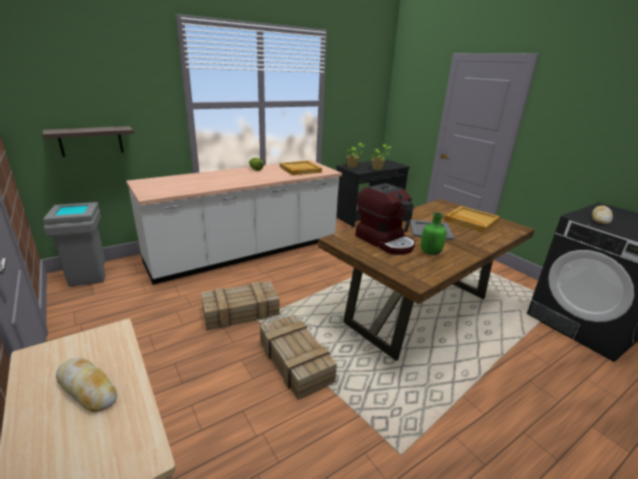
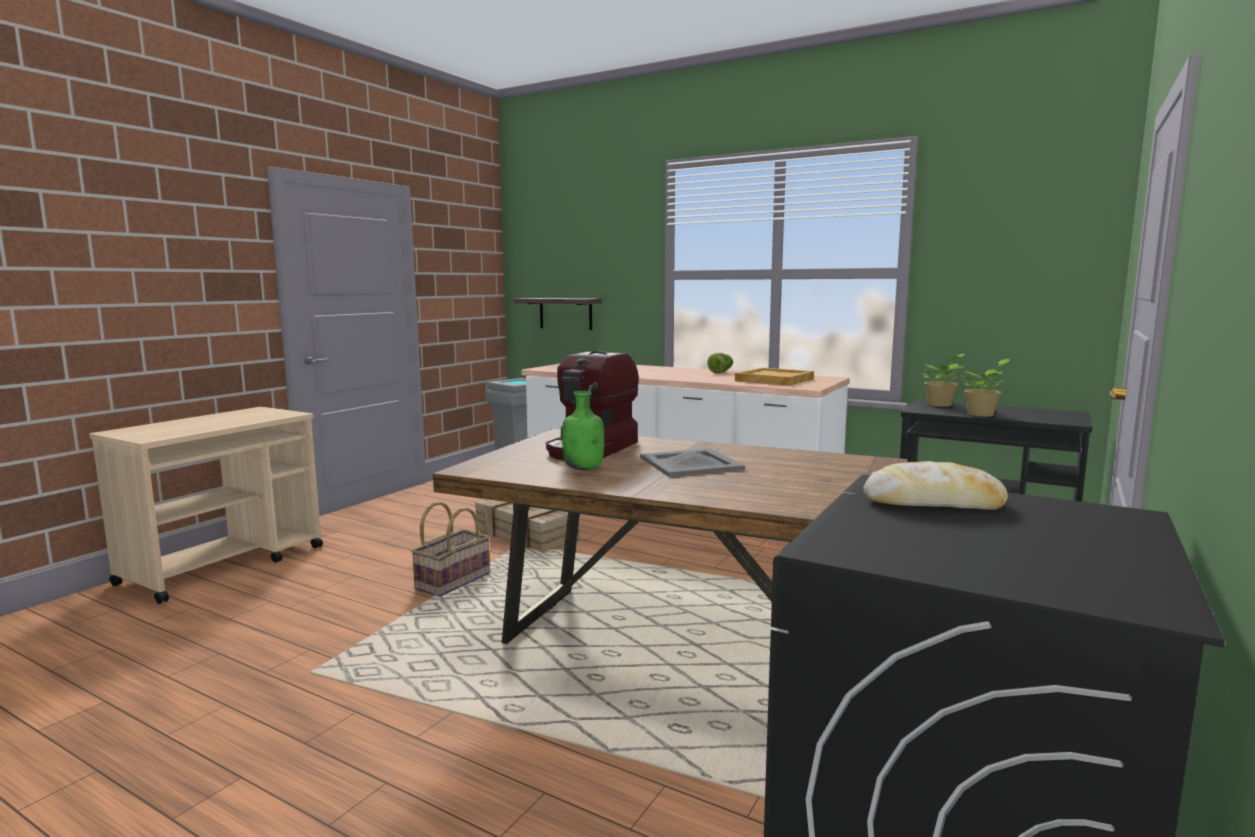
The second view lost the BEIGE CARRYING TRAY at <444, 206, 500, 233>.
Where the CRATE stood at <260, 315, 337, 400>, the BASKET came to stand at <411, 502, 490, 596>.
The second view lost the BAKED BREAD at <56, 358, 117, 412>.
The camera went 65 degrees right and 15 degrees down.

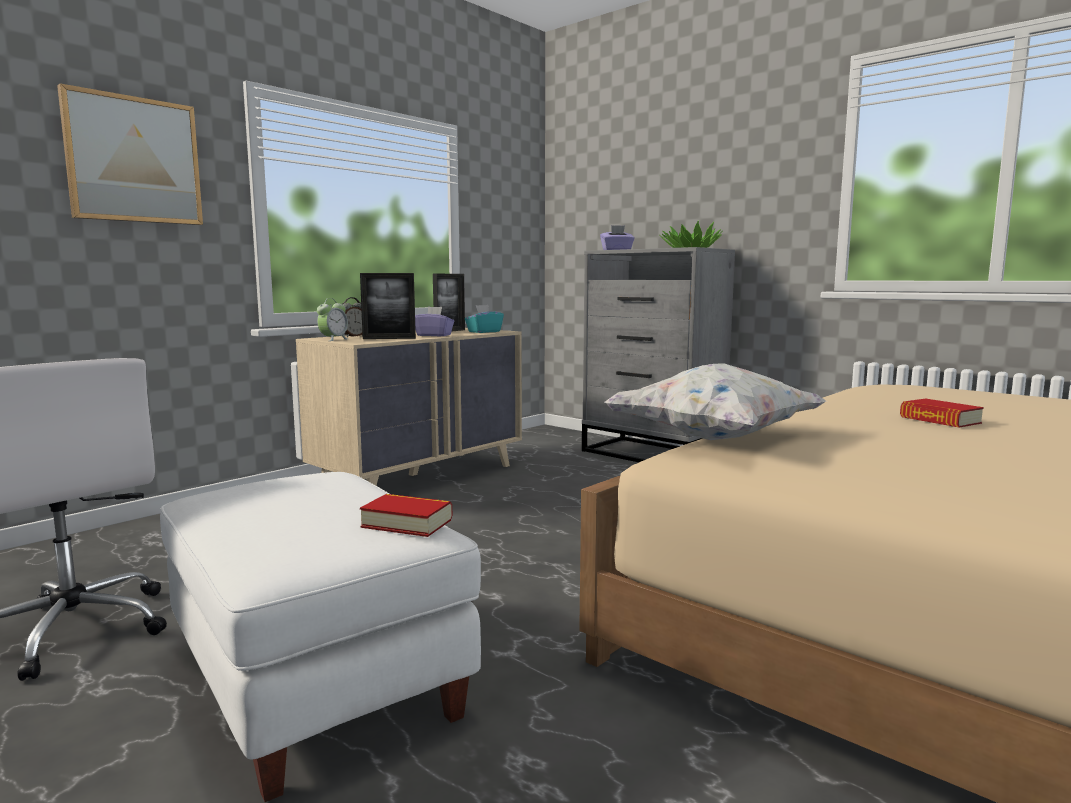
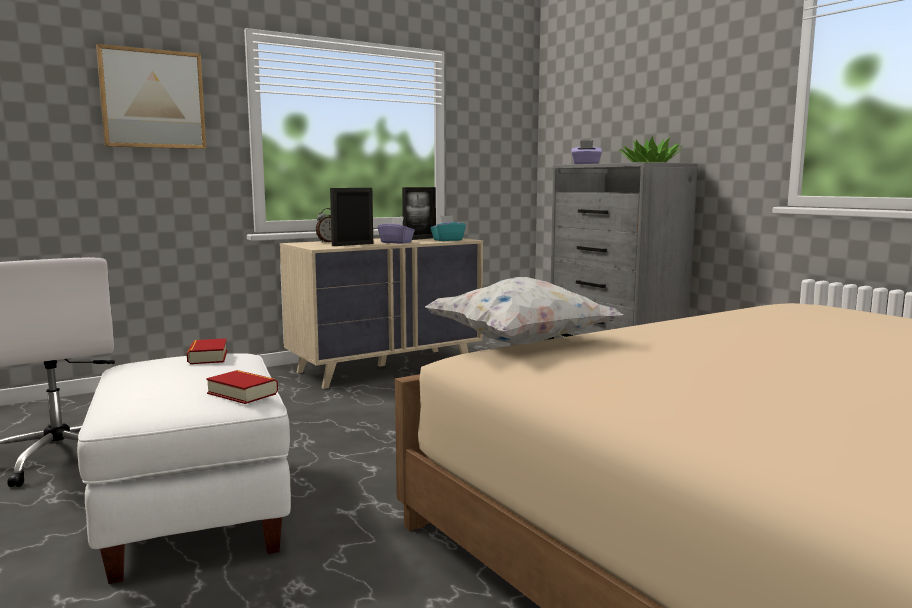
The PICTURE FRAME at <360, 273, 416, 339> ended up facing another way, 135 degrees clockwise from before.
The second view lost the TABLE CLOCK at <317, 298, 348, 341>.
The BOOK ended up elsewhere, having gone from <900, 398, 984, 428> to <187, 338, 227, 364>.
The camera went 15 degrees right and 0 degrees up.

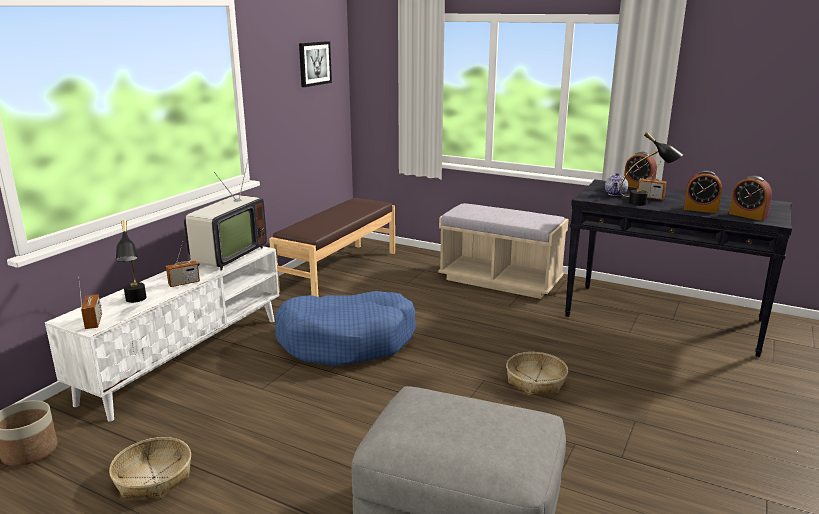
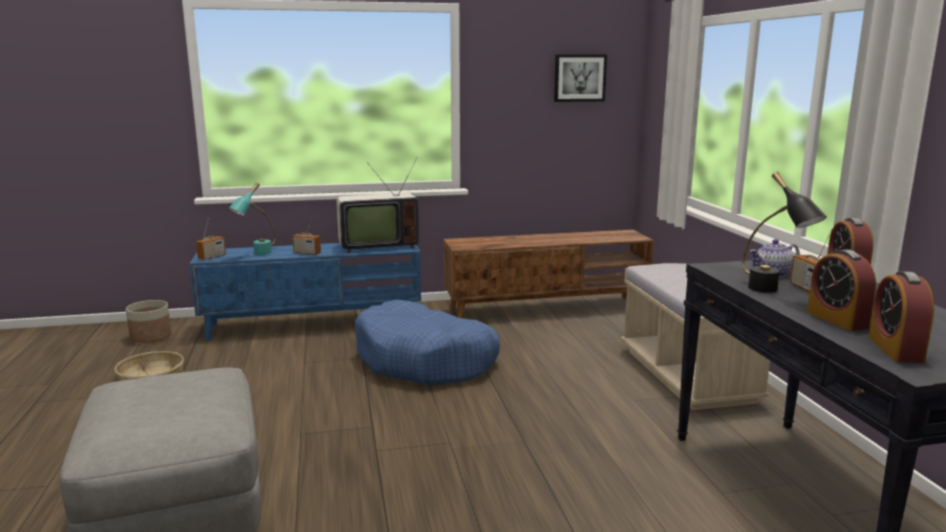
Where the BROWN INDOOR BENCH stood at <269, 198, 395, 297>, the BROWN MEDIA CONSOLE came to stand at <444, 230, 654, 318>.
What was the BLACK-COLOURED LAMP FOR A TABLE at <116, 220, 147, 303> turned into the TURQUOISE-COLOURED LAMP FOR A TABLE at <228, 183, 276, 255>.
What was the WHITE-COLOURED MEDIA CONSOLE at <45, 246, 279, 422> turned into the BLUE-COLOURED MEDIA CONSOLE at <189, 243, 421, 341>.
The second view lost the BASKET at <506, 352, 568, 395>.
The camera went 50 degrees right and 5 degrees down.

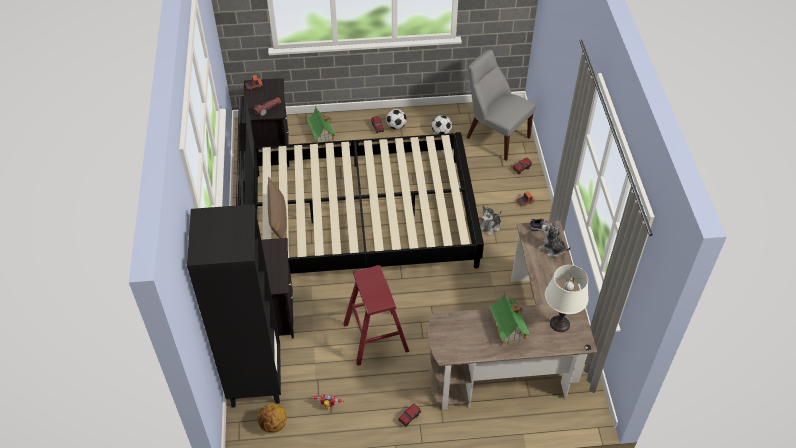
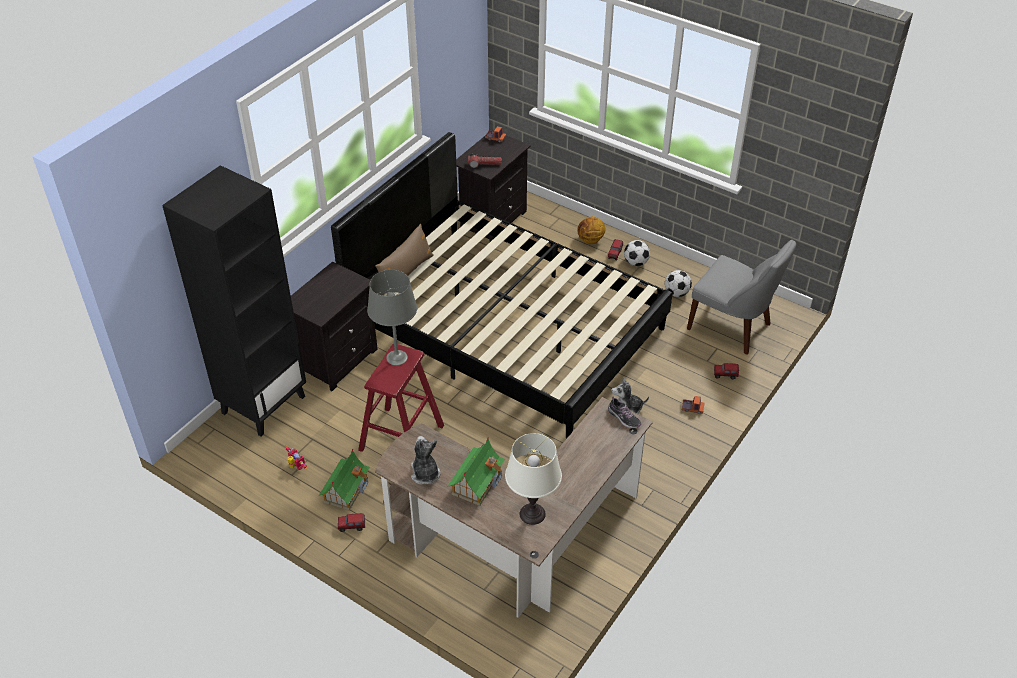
The GRAY PLAIN CHAIR at <466, 50, 536, 161> ended up facing another way, 135 degrees clockwise from before.
The MODEL HOUSE ended up elsewhere, having gone from <306, 106, 336, 143> to <319, 449, 370, 510>.
The PLUSH TOY ended up elsewhere, having gone from <538, 221, 571, 257> to <411, 436, 440, 485>.
The BASKETBALL BALL ended up elsewhere, having gone from <257, 404, 287, 433> to <577, 216, 606, 244>.
The second view gained the GRAY LAMP FOR A TABLE at <367, 270, 417, 365>.
The camera went 40 degrees right and 5 degrees down.

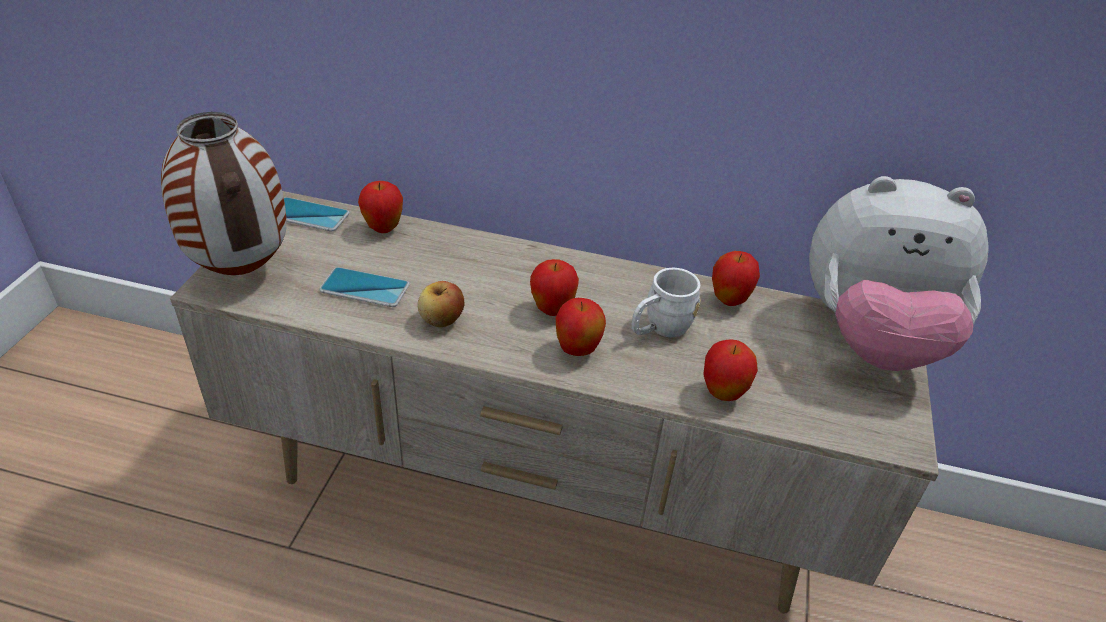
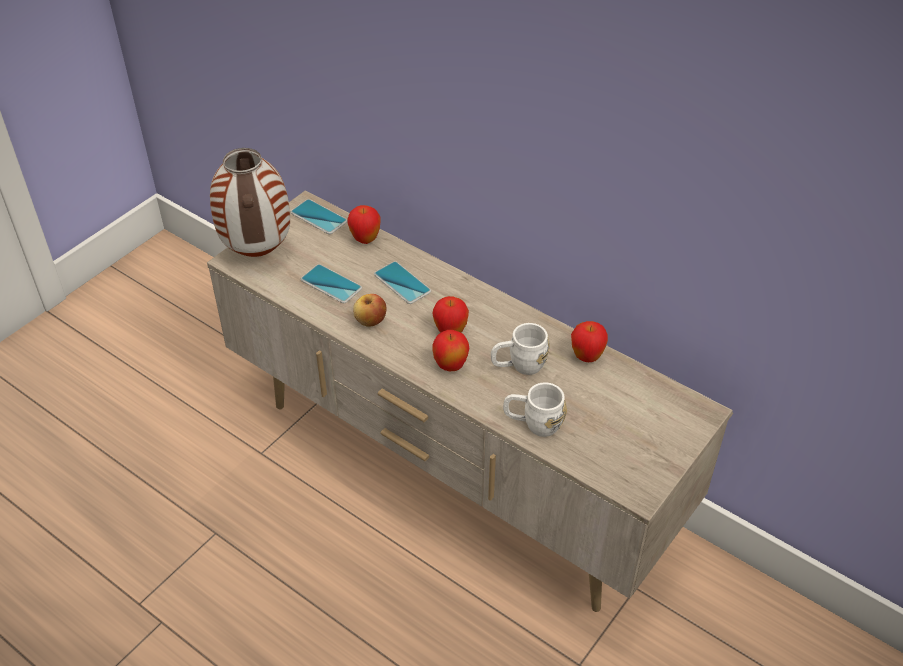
The second view lost the PLUSH TOY at <809, 176, 989, 371>.
Where the WHOLE APPLE stood at <703, 339, 758, 401>, the WHITE-COLOURED TEA MUG came to stand at <503, 382, 567, 437>.
The second view gained the HANDSET at <374, 261, 431, 304>.
The camera went 25 degrees right and 5 degrees up.

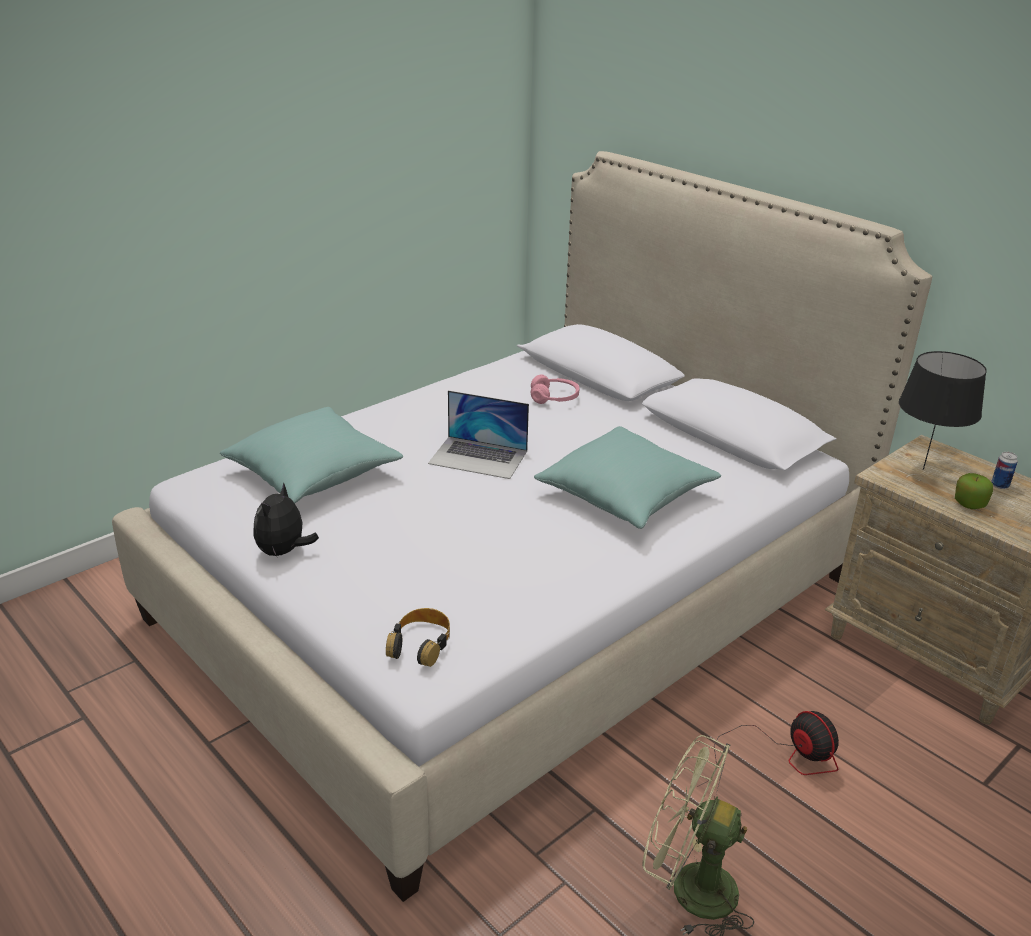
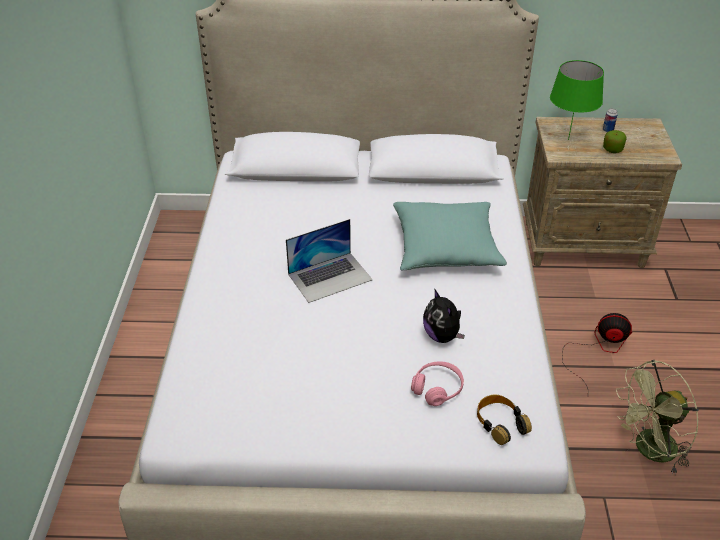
What was the BLACK-COLOURED LAMP FOR A TABLE at <899, 351, 987, 470> turned into the GREEN LAMP FOR A TABLE at <550, 60, 604, 140>.
The PINK-COLOURED HEADPHONES ended up elsewhere, having gone from <531, 374, 579, 404> to <411, 361, 464, 406>.
The second view lost the TURQUOISE-COLOURED PILLOW at <220, 407, 403, 503>.
The PLUSH TOY ended up elsewhere, having gone from <253, 482, 319, 557> to <423, 290, 465, 343>.
The camera went 45 degrees left and 10 degrees up.

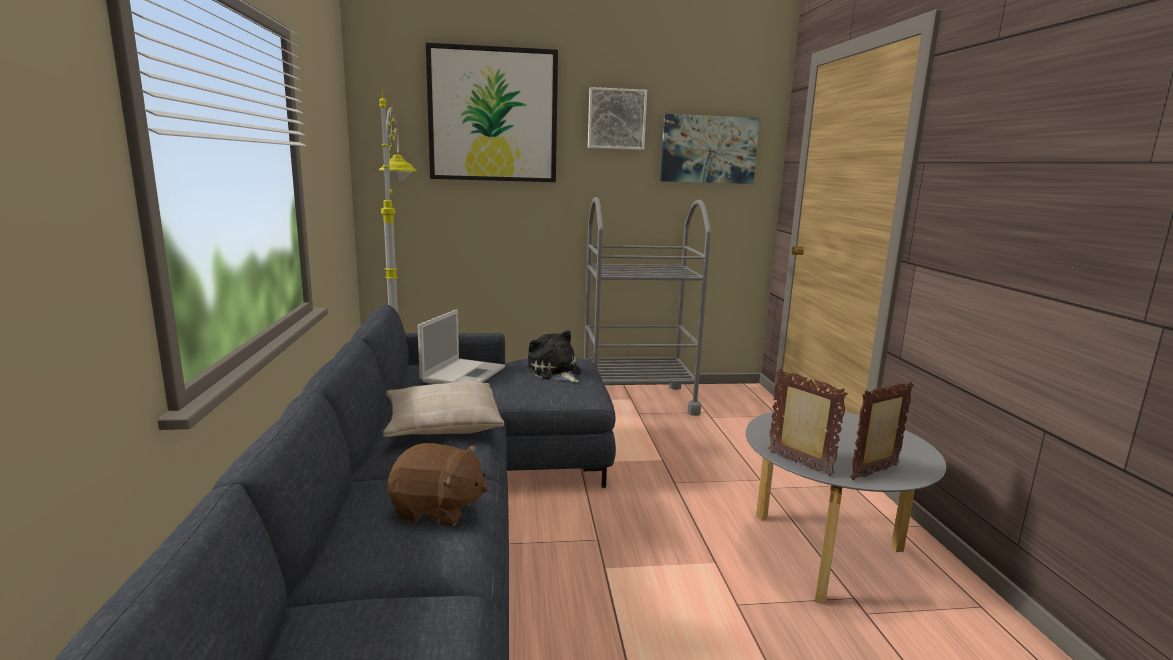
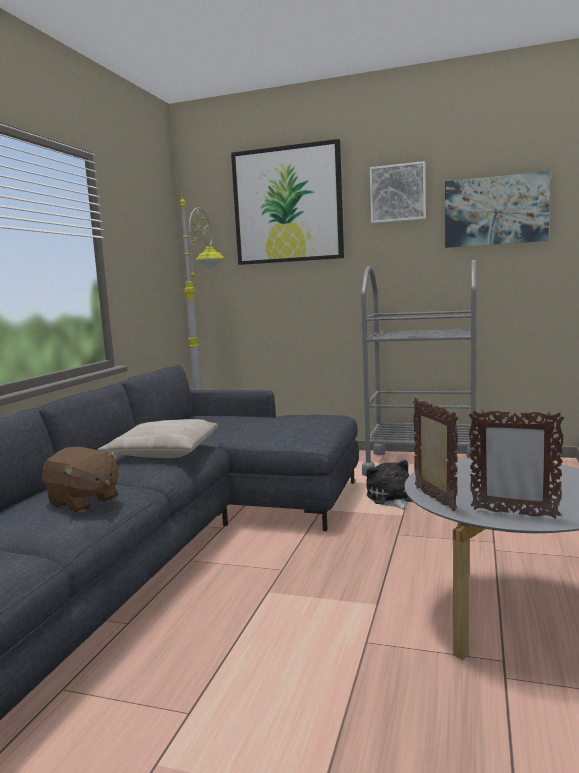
The second view lost the PORTABLE COMPUTER at <417, 309, 505, 384>.
The PLUSH TOY ended up elsewhere, having gone from <527, 330, 581, 383> to <366, 460, 412, 510>.
The PICTURE FRAME at <850, 381, 914, 480> ended up facing another way, 150 degrees counterclockwise from before.
The camera went 25 degrees right and 5 degrees down.

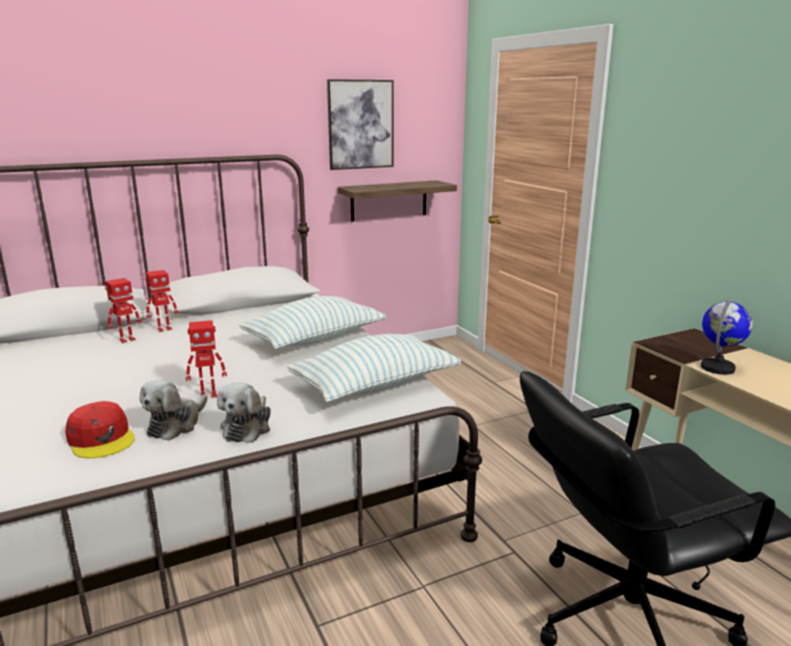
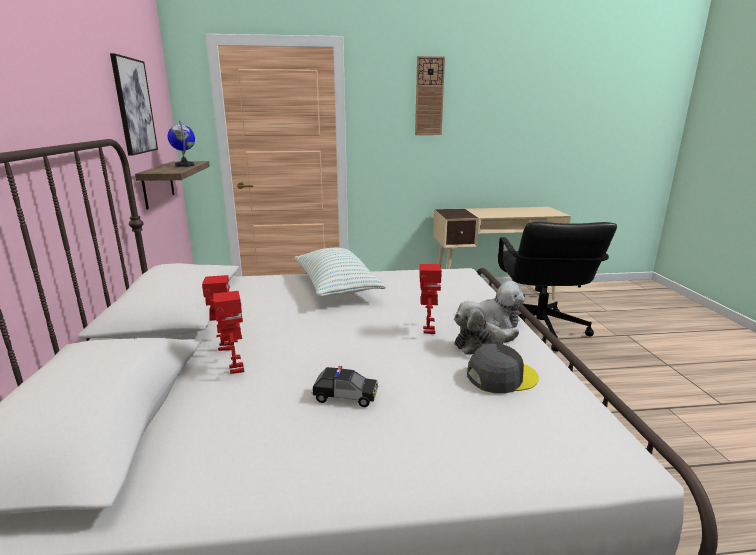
The GLOBE ended up elsewhere, having gone from <701, 299, 753, 375> to <168, 121, 195, 167>.
The second view lost the PILLOW at <287, 334, 461, 402>.
The PLUSH TOY at <140, 379, 207, 441> ended up facing another way, 120 degrees clockwise from before.
What was the RED BASEBALL CAP at <65, 401, 135, 458> turned into the GRAY BASEBALL CAP at <467, 344, 539, 394>.
The second view gained the WALL CLOCK at <415, 56, 445, 135>.
The second view gained the TOY CAR at <312, 366, 378, 407>.
The camera went 70 degrees left and 0 degrees up.

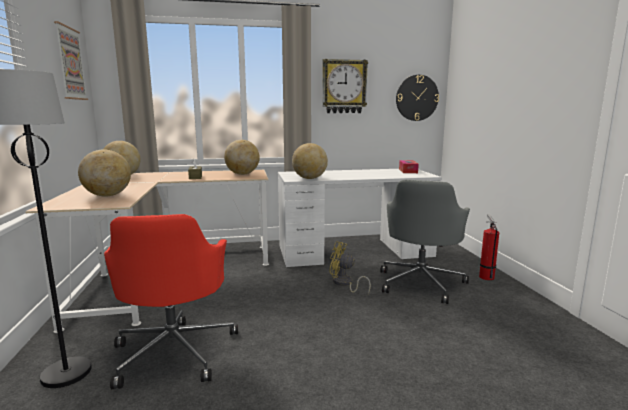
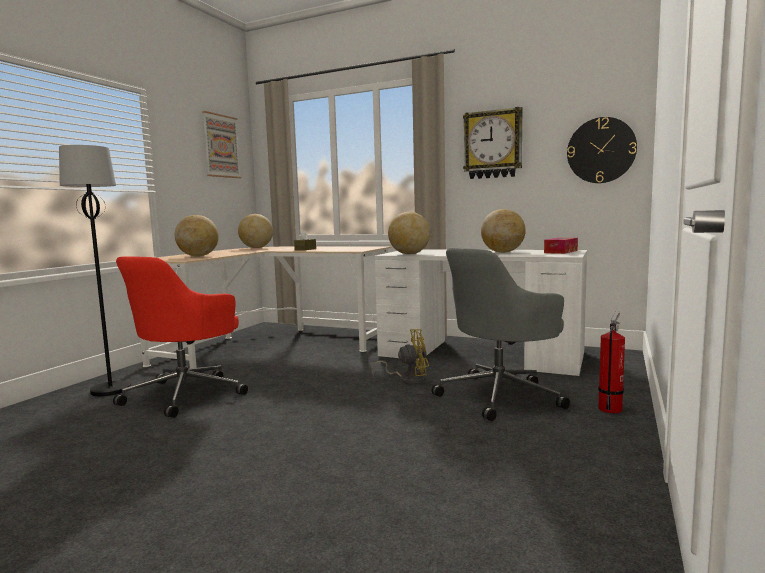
The GLOBE ended up elsewhere, having gone from <224, 140, 260, 175> to <481, 209, 526, 253>.
The YELLOW-COLOURED COOLING FAN at <329, 241, 371, 294> ended up facing another way, 120 degrees clockwise from before.
The camera went 35 degrees right and 5 degrees down.

